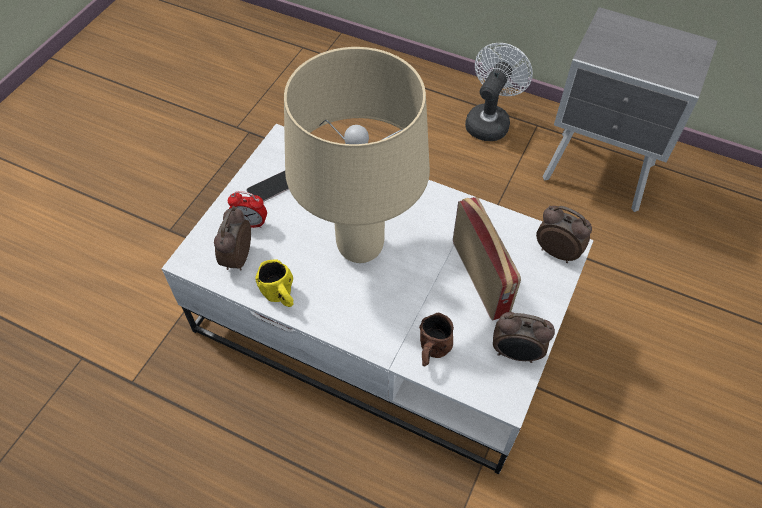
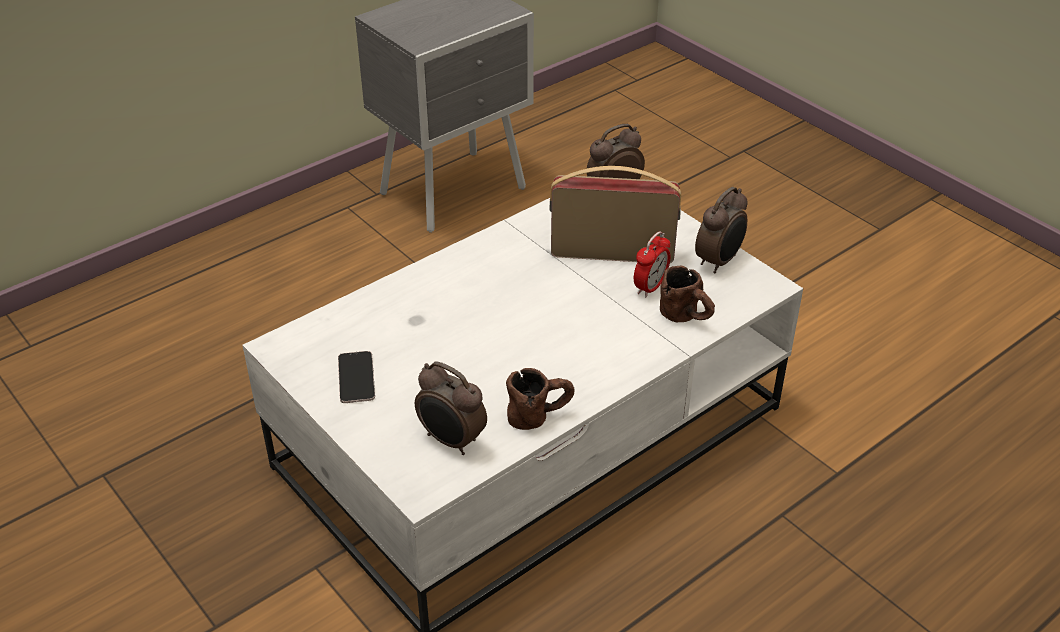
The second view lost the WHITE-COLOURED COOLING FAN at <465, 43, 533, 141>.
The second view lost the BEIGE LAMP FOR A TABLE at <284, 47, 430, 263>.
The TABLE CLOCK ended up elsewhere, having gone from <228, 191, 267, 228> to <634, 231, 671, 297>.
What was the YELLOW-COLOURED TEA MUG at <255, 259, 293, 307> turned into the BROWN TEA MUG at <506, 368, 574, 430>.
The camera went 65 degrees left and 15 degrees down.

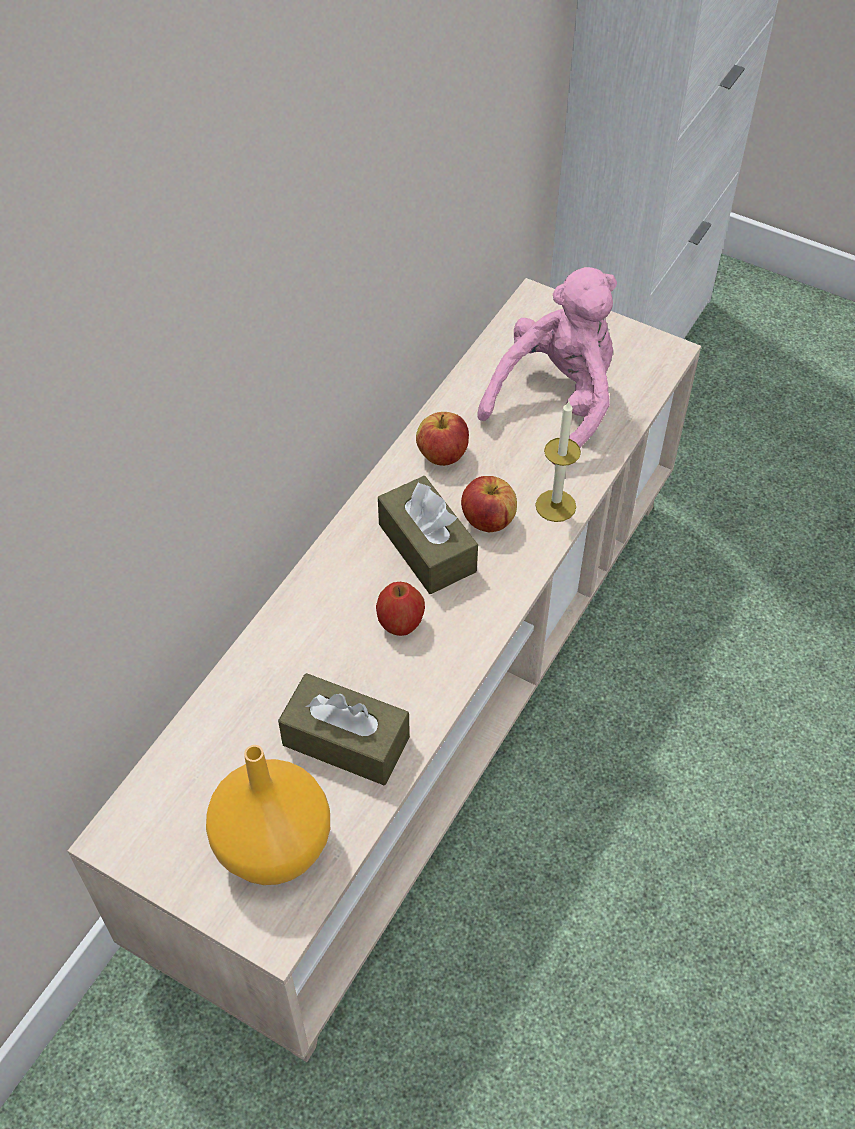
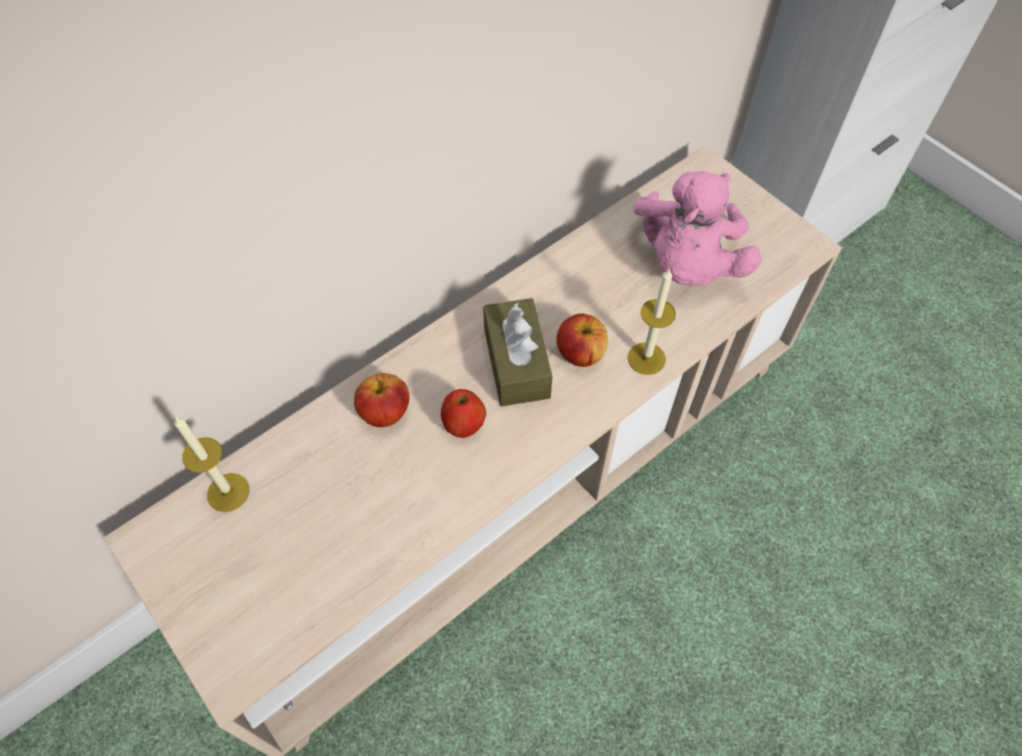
The PINK-COLOURED PLUSH TOY at <477, 267, 617, 465> ended up facing another way, 135 degrees clockwise from before.
The WHOLE APPLE ended up elsewhere, having gone from <416, 412, 469, 466> to <354, 373, 409, 427>.
The second view lost the BROWN TISSUE HOLDER at <278, 673, 410, 785>.
The second view lost the ORANGE VASE at <206, 745, 330, 885>.
The second view gained the WAX CANDLE at <175, 417, 249, 512>.
The camera went 20 degrees right and 5 degrees up.

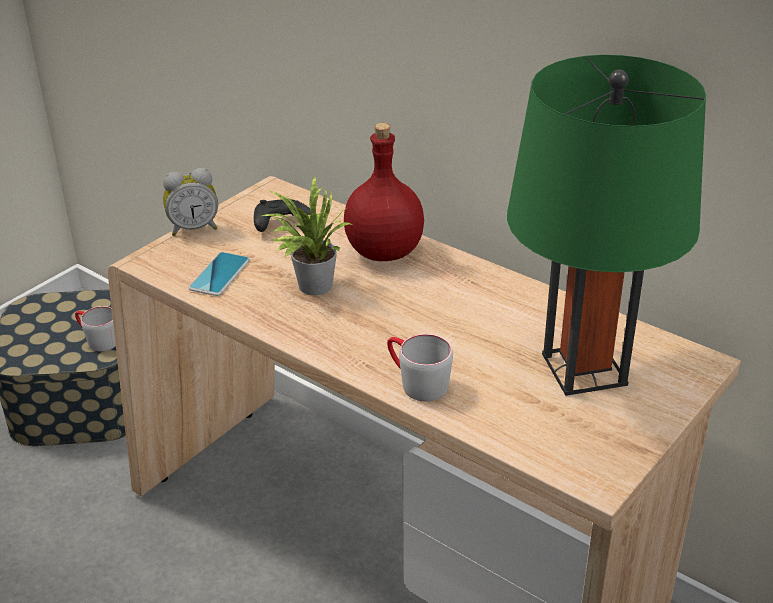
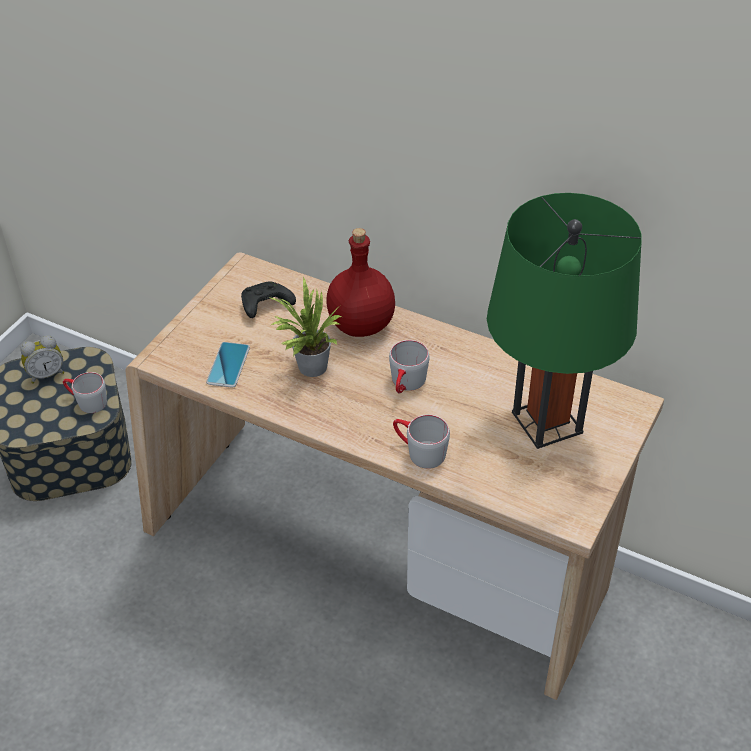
The TABLE CLOCK ended up elsewhere, having gone from <163, 168, 218, 236> to <20, 335, 64, 384>.
The second view gained the GRAY TEA MUG at <389, 340, 429, 394>.
The camera went 10 degrees left and 10 degrees up.

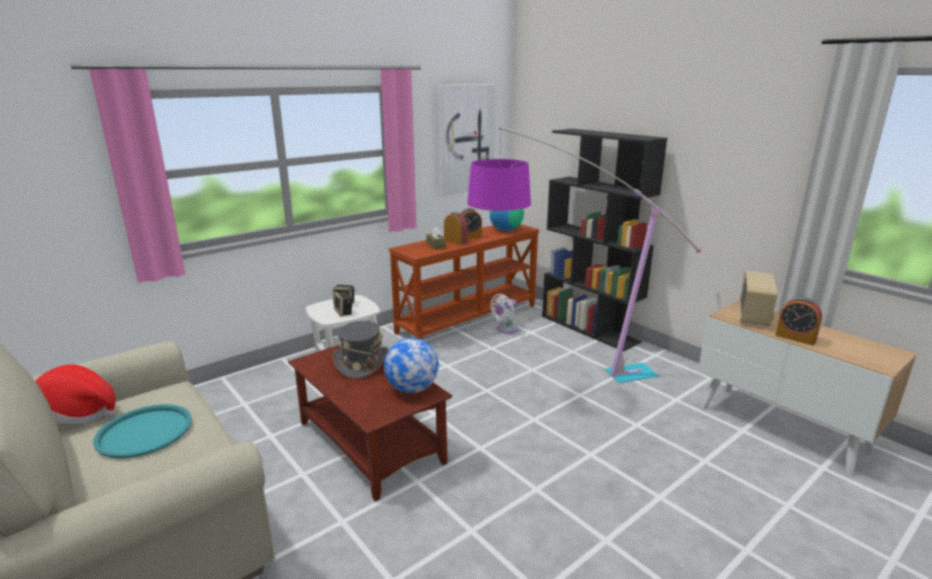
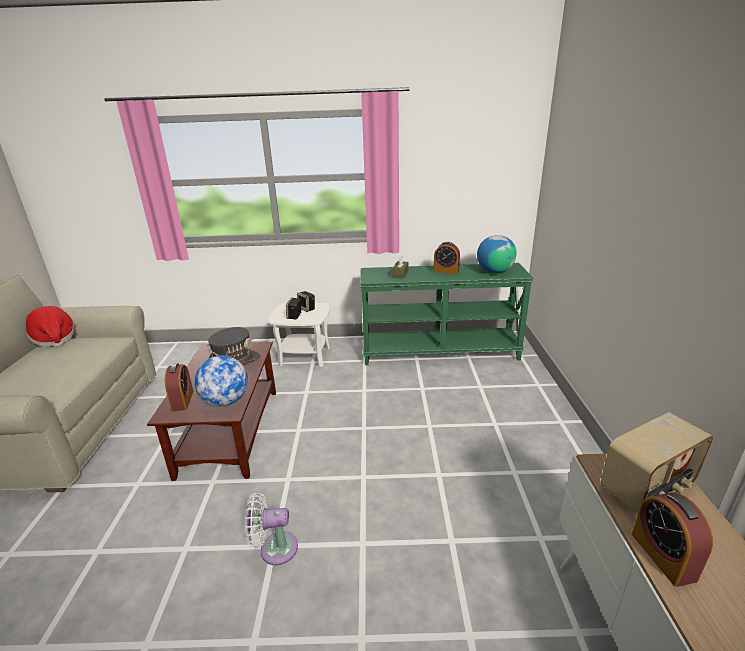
The second view lost the WALL ART at <438, 84, 495, 196>.
The second view lost the STANDARD LAMP at <467, 127, 701, 383>.
The second view lost the BLACK-COLOURED BOOKCASE at <542, 129, 667, 351>.
The TABLE CLOCK ended up elsewhere, having gone from <444, 212, 468, 245> to <165, 363, 194, 412>.
What was the BROWN NARROW TABLE at <388, 224, 540, 340> turned into the GREEN NARROW TABLE at <360, 263, 534, 365>.
The WHITE-COLOURED COOLING FAN ended up elsewhere, having gone from <490, 294, 519, 334> to <245, 492, 298, 565>.
The second view lost the TURQUOISE-COLOURED CARRYING TRAY at <93, 404, 192, 458>.
The camera went 40 degrees right and 5 degrees up.

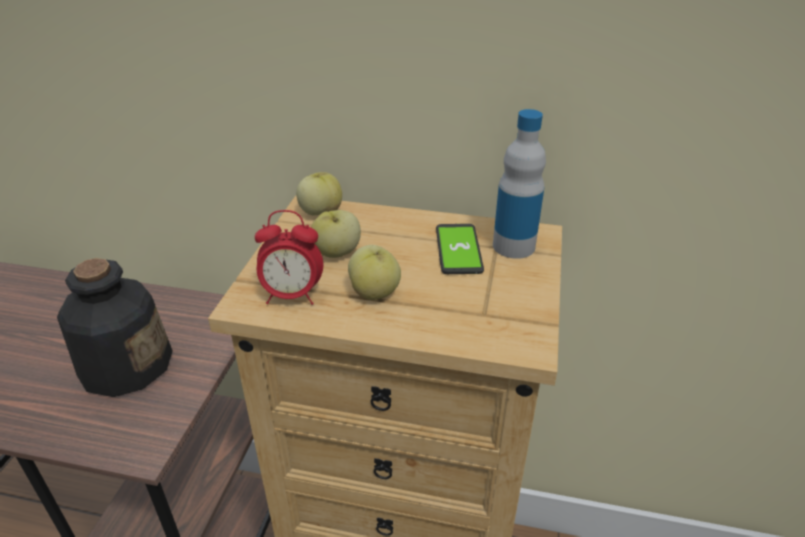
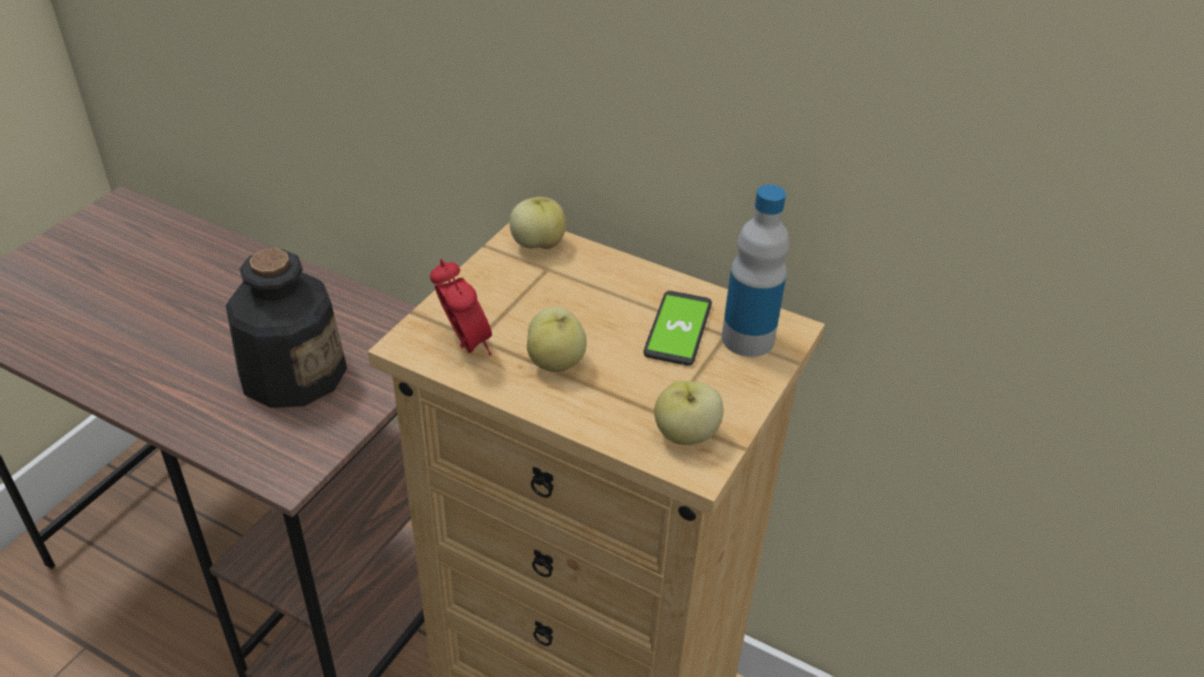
The TABLE CLOCK at <255, 210, 323, 305> ended up facing another way, 135 degrees counterclockwise from before.
The WHOLE APPLE ended up elsewhere, having gone from <311, 210, 361, 258> to <654, 380, 724, 445>.
The camera went 15 degrees right and 5 degrees up.

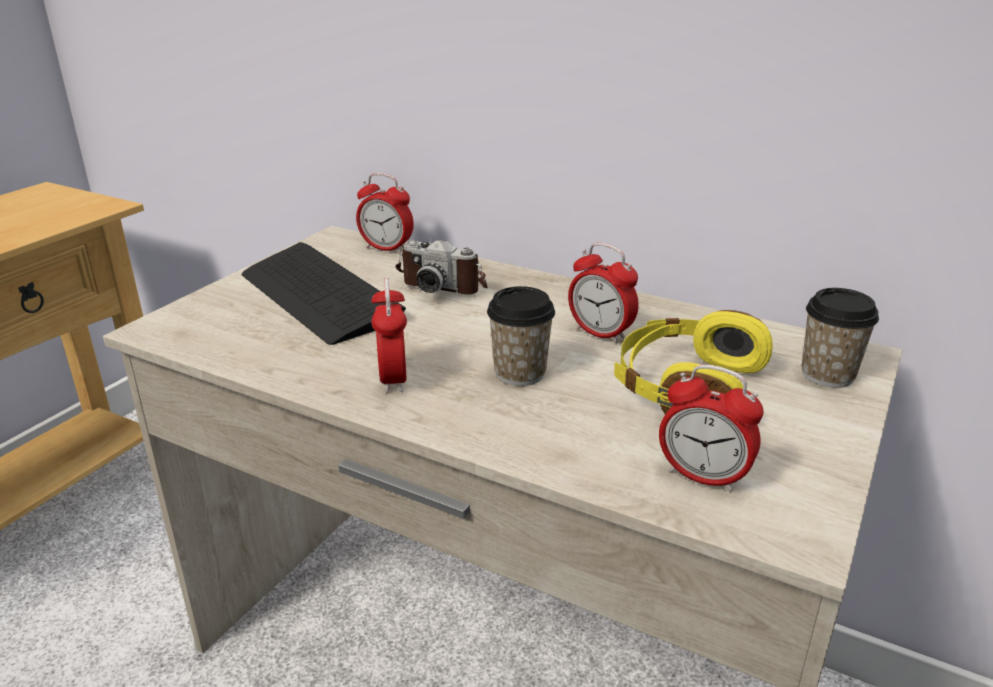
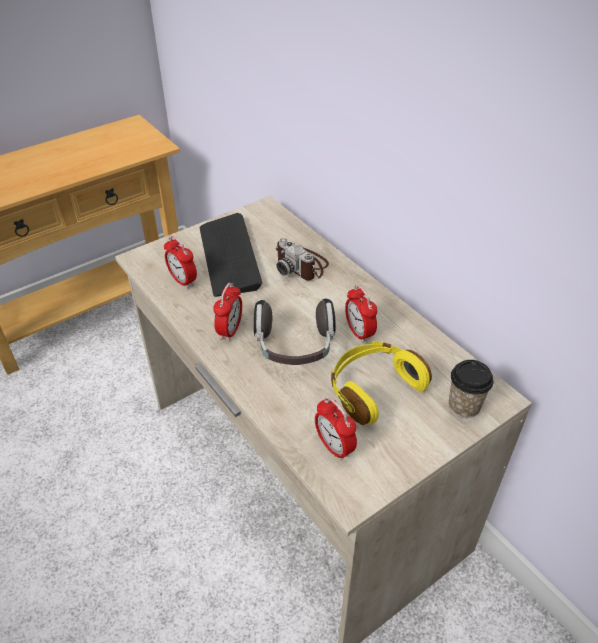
The TABLE CLOCK ended up elsewhere, having gone from <356, 173, 414, 253> to <164, 236, 197, 289>.
Where the CUP stood at <487, 286, 555, 386>, the HEADPHONES came to stand at <254, 299, 336, 365>.
The camera went 25 degrees right and 15 degrees up.

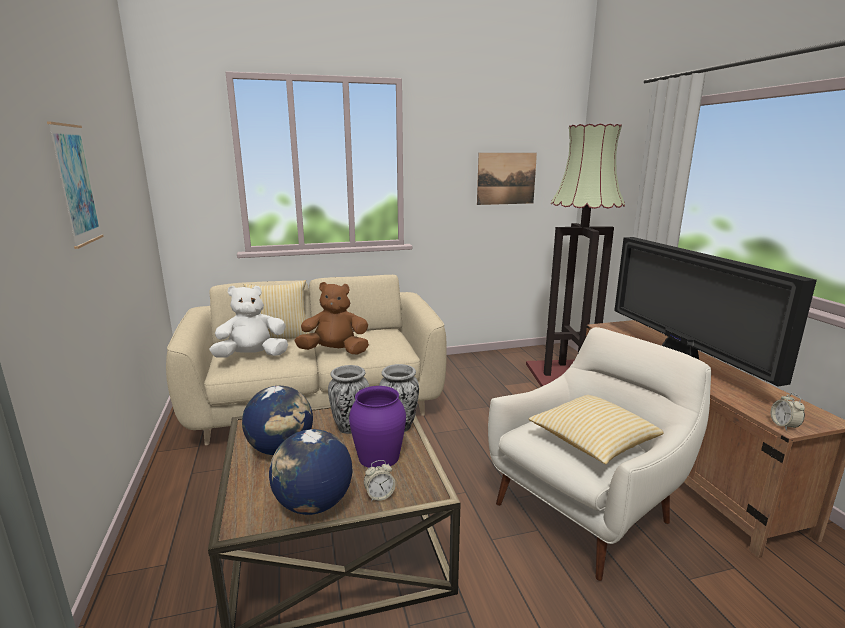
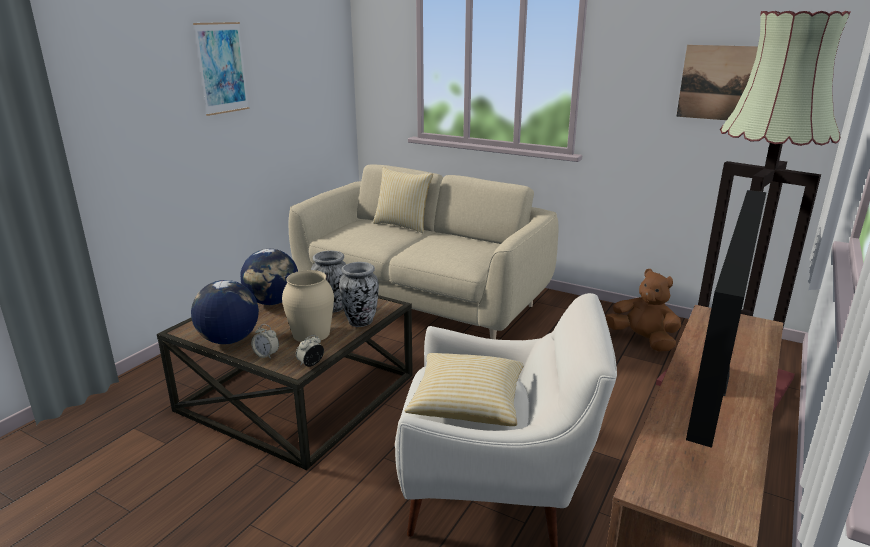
The BROWN PLUSH TOY ended up elsewhere, having gone from <294, 282, 369, 355> to <605, 269, 681, 352>.
The second view lost the WHITE-COLOURED PLUSH TOY at <209, 286, 288, 358>.
What was the PURPLE-COLOURED VASE at <349, 386, 406, 468> turned into the BEIGE VASE at <282, 270, 334, 342>.
The TABLE CLOCK ended up elsewhere, having gone from <771, 393, 805, 431> to <296, 335, 324, 367>.
The camera went 45 degrees right and 5 degrees up.

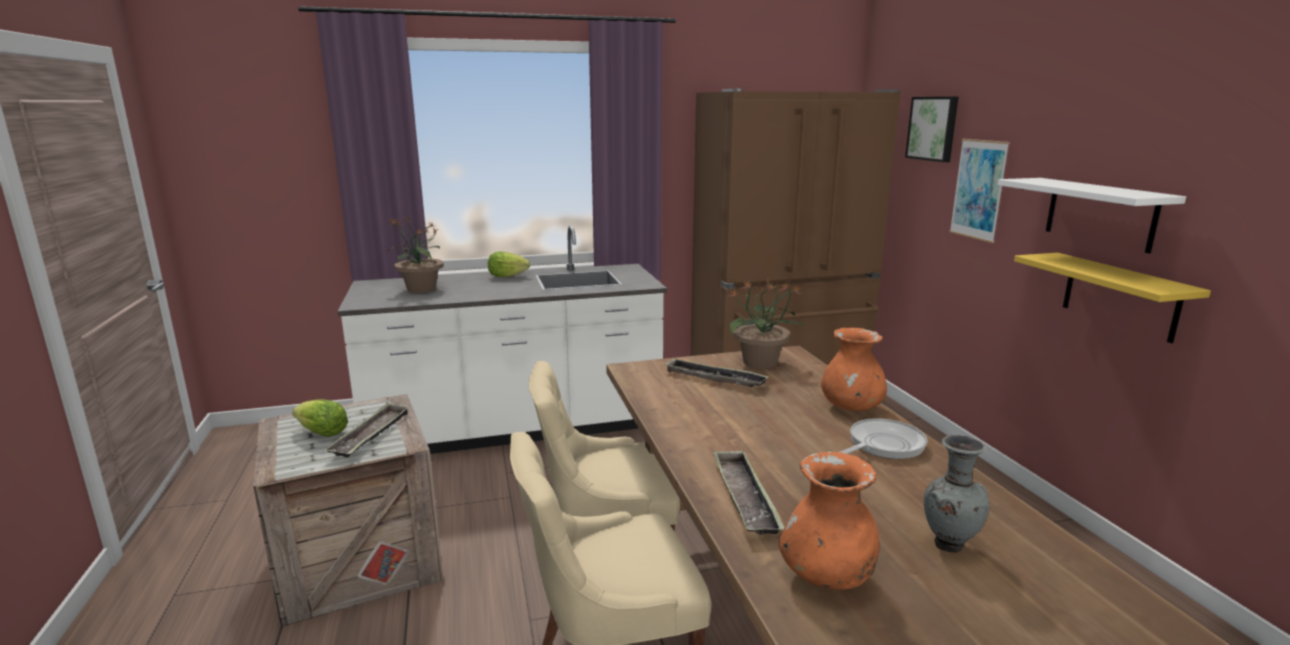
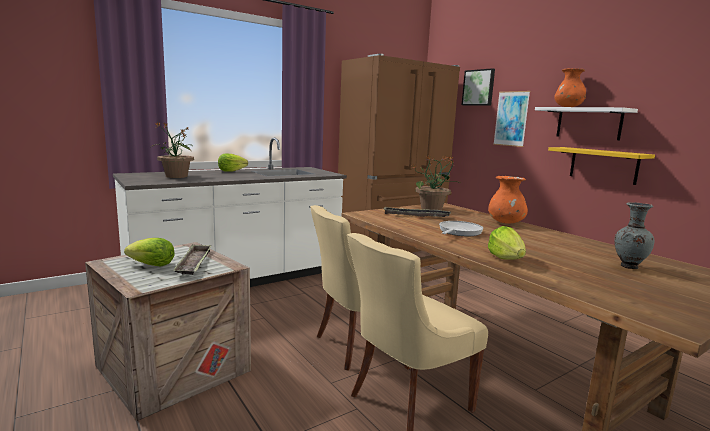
The PAN ended up elsewhere, having gone from <840, 418, 927, 459> to <439, 221, 483, 236>.
Where the CARRYING TRAY stood at <712, 450, 785, 535>, the LETTUCE came to stand at <488, 226, 526, 260>.
The ORANGE VASE ended up elsewhere, having gone from <779, 452, 879, 590> to <554, 68, 586, 107>.
The camera went 20 degrees left and 5 degrees down.

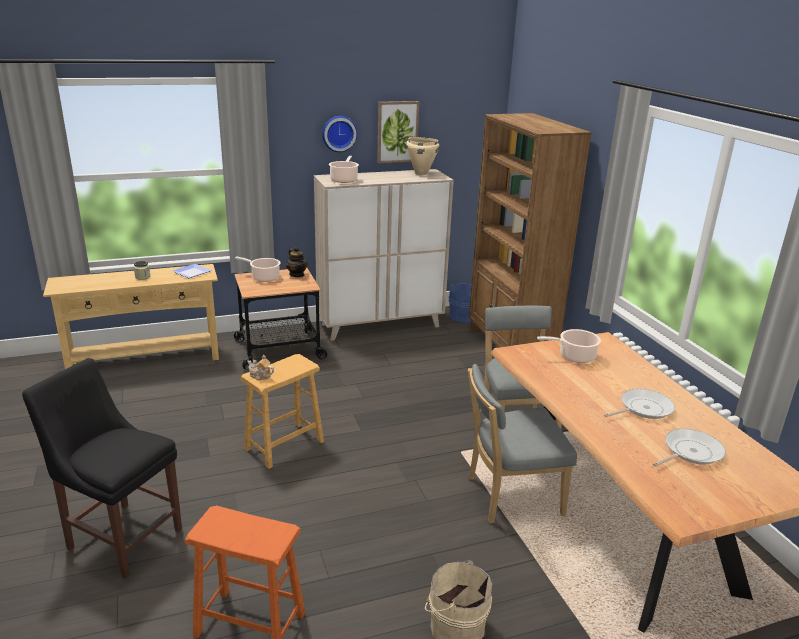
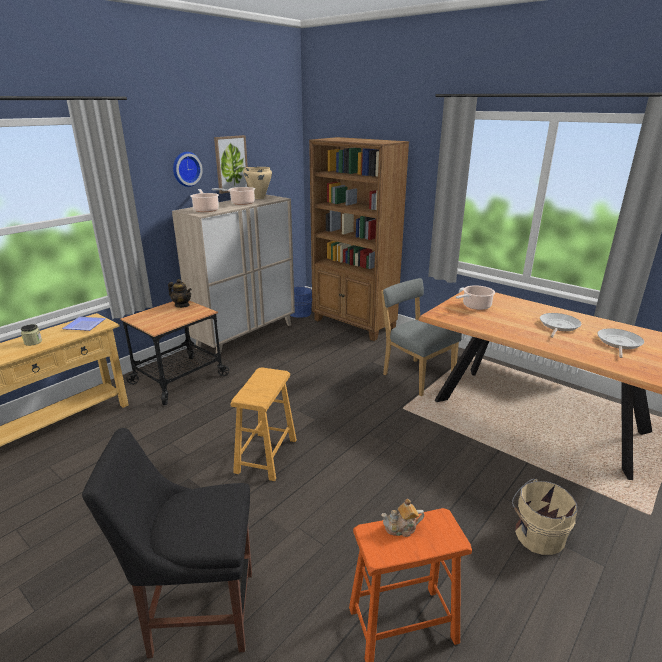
The SAUCEPOT ended up elsewhere, having gone from <235, 257, 281, 282> to <212, 187, 255, 205>.
The POT FOR TEA ended up elsewhere, having gone from <247, 355, 274, 380> to <381, 498, 424, 537>.
The second view lost the GRAY PLAIN CHAIR at <468, 364, 577, 523>.
The camera went 30 degrees left and 0 degrees up.

